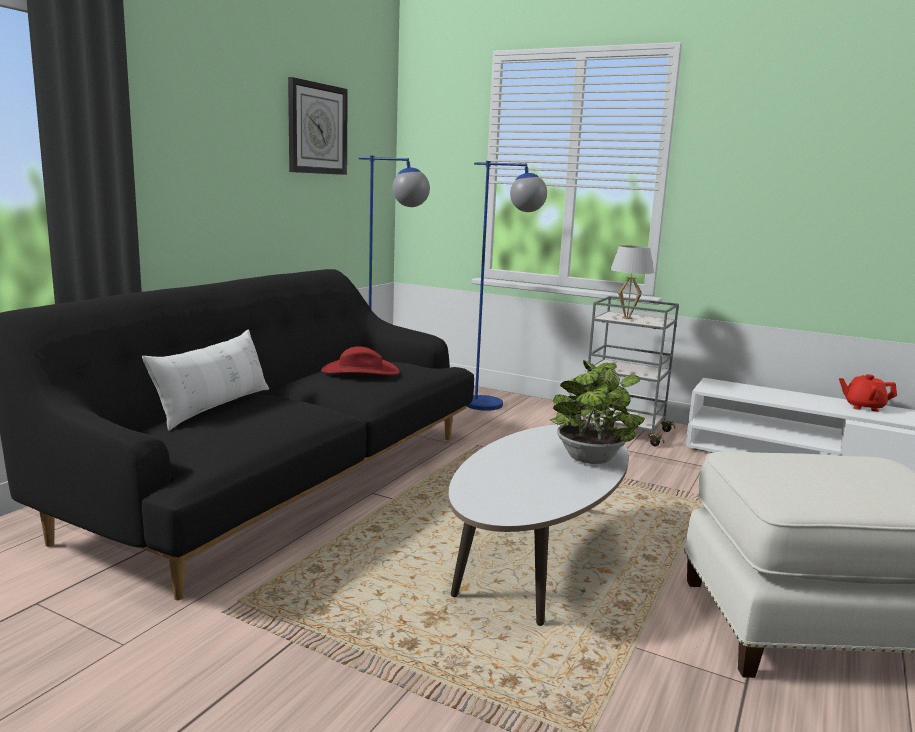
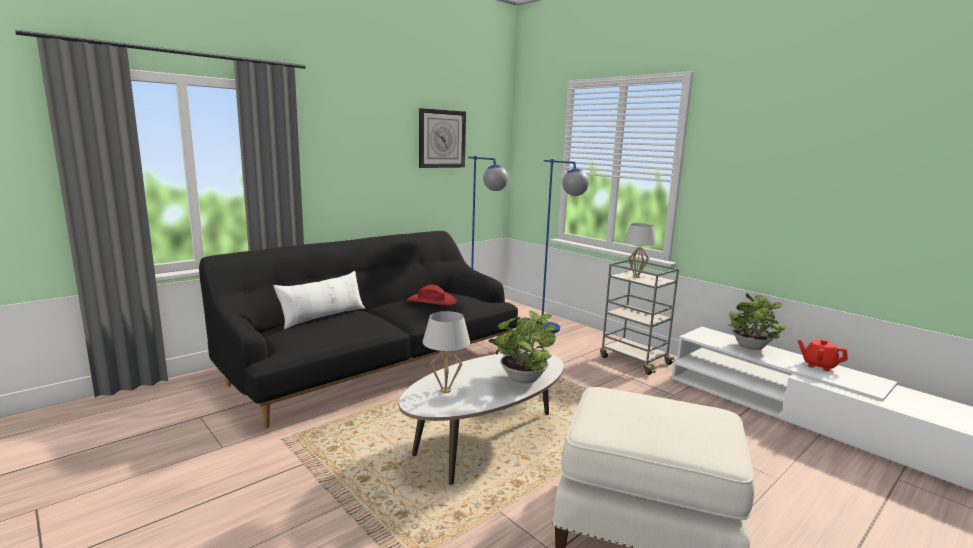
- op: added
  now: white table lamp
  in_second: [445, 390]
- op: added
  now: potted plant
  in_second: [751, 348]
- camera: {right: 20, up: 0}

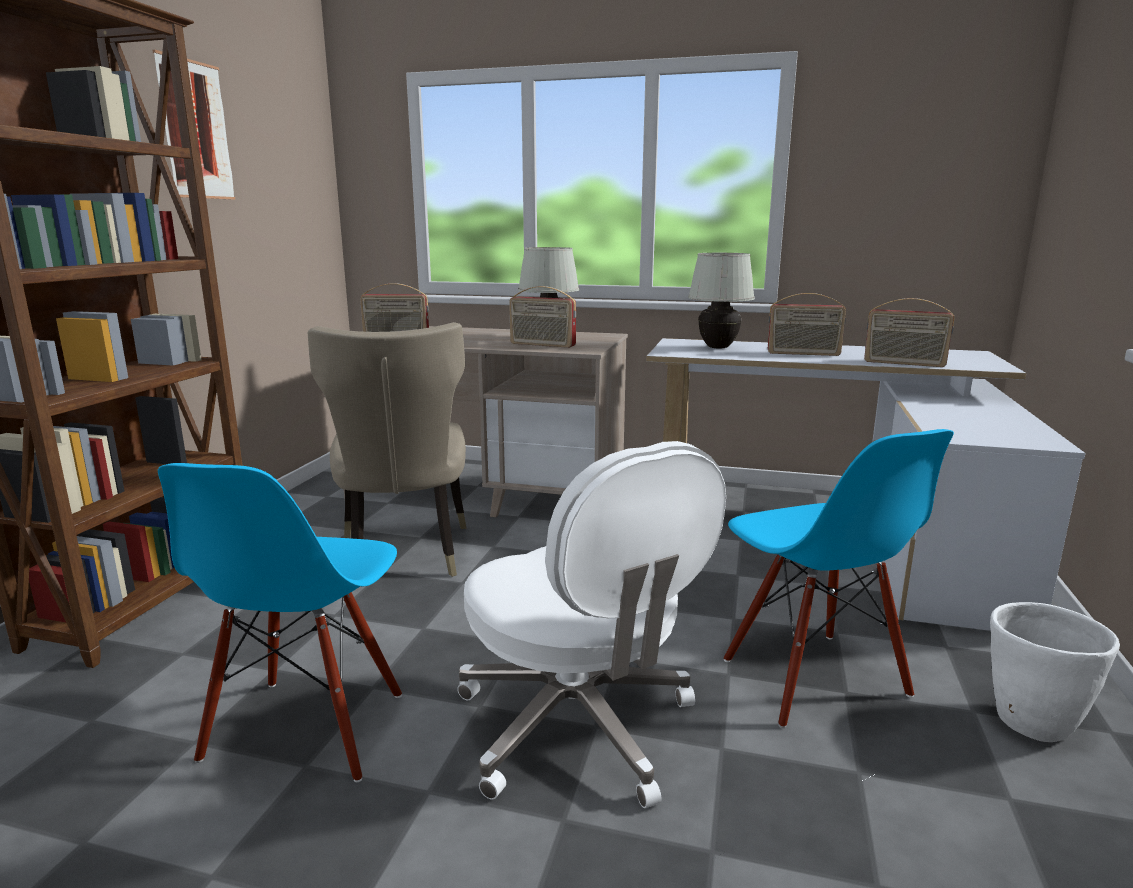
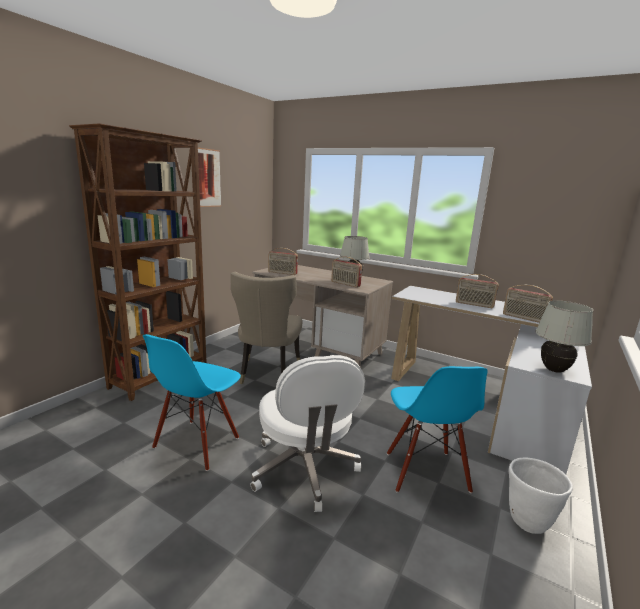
- op: moved
  was: white table lamp
  in_first: [718, 347]
  in_second: [554, 370]
- camera: {right: 15, up: 0}

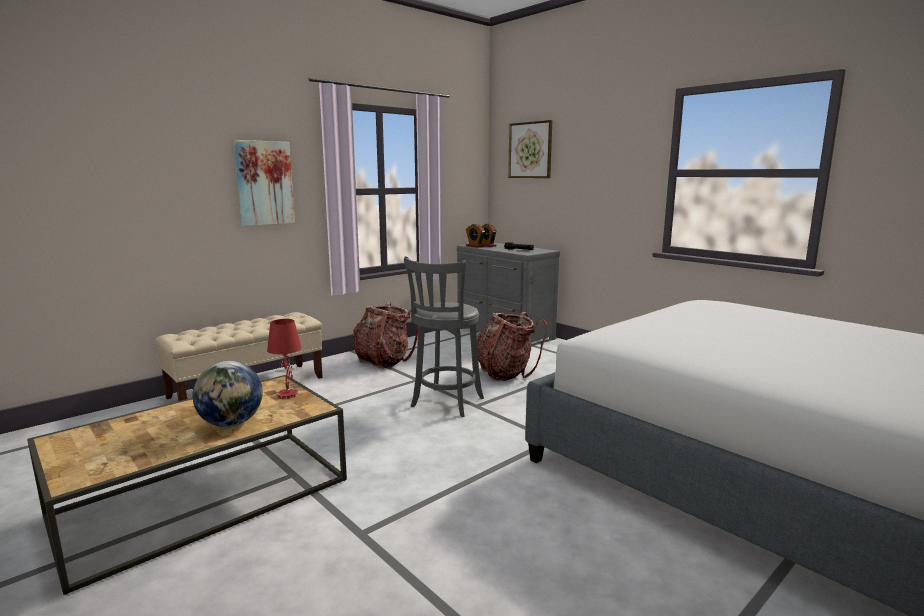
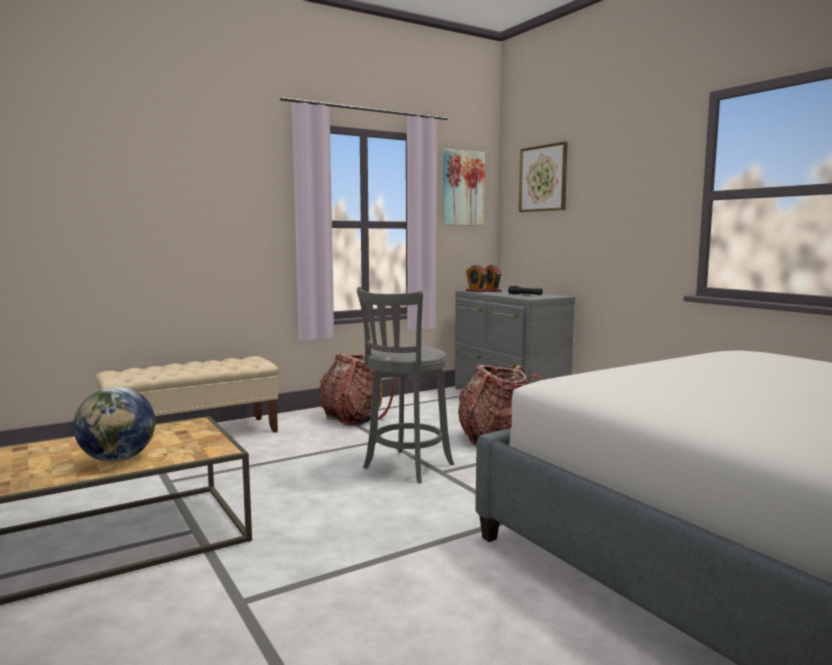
- op: moved
  was: picture
  in_first: [264, 183]
  in_second: [462, 188]
- op: removed
  was: red table lamp
  in_first: [288, 394]
- camera: {right: 10, up: -5}

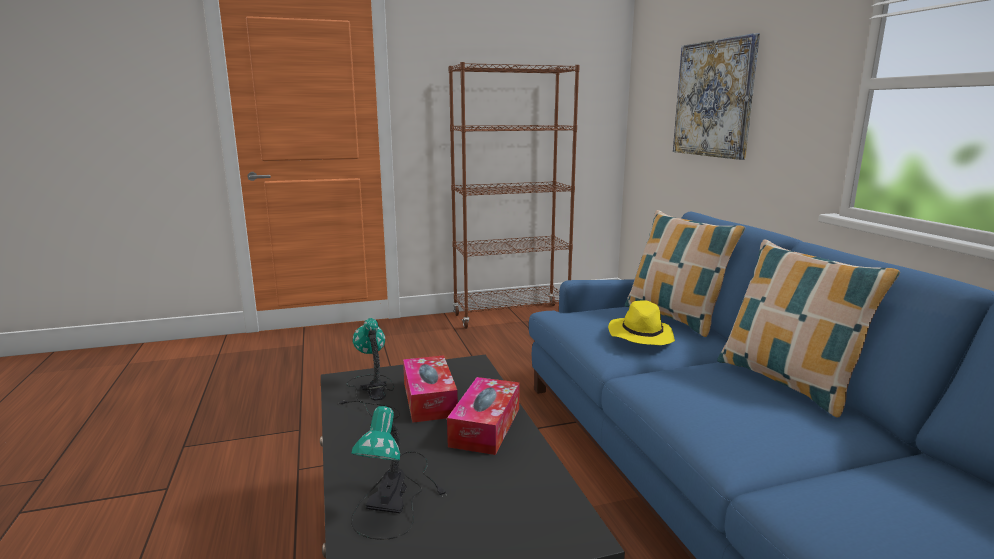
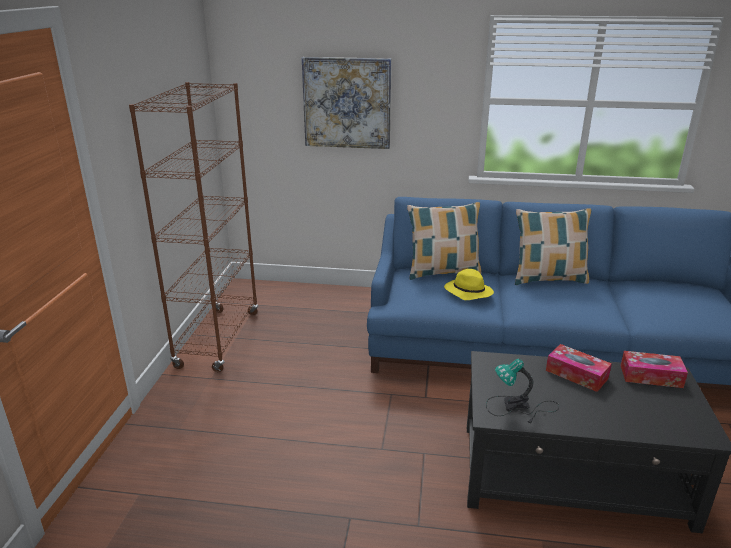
- op: moved
  was: tissue box
  in_first: [429, 399]
  in_second: [651, 376]
- op: removed
  was: table lamp
  in_first: [399, 495]
- camera: {right: -65, up: 10}

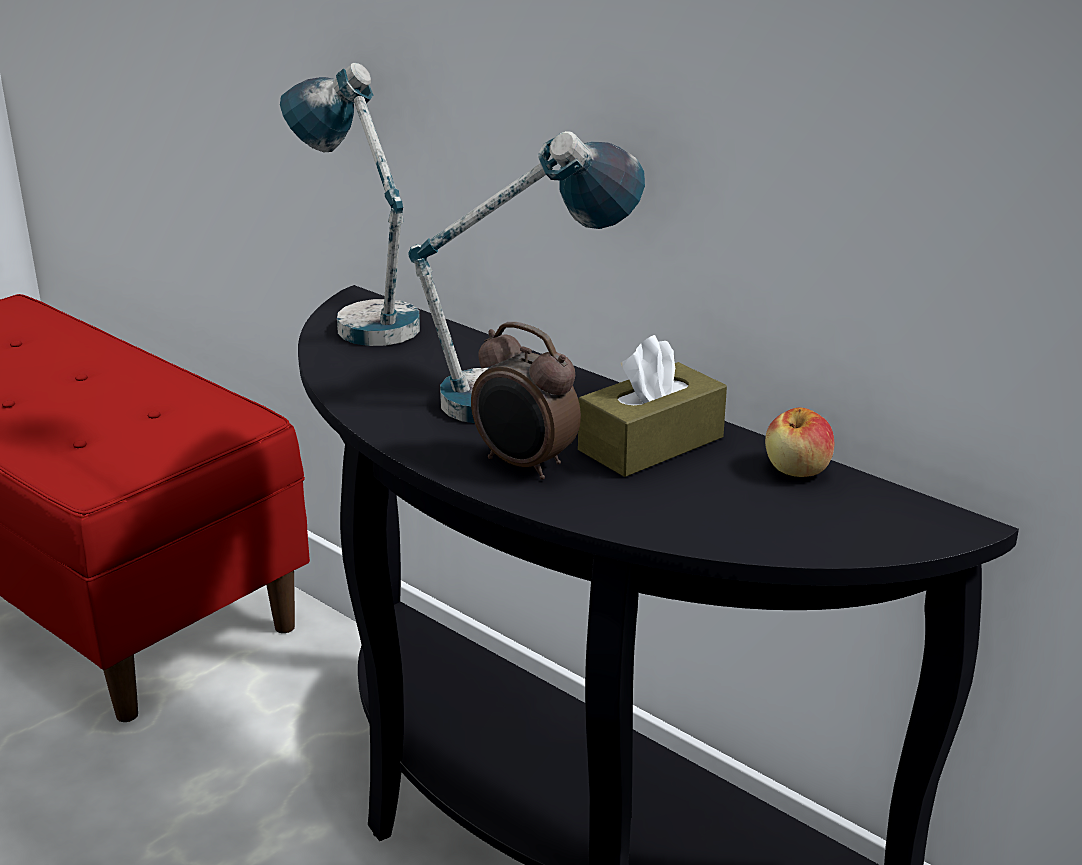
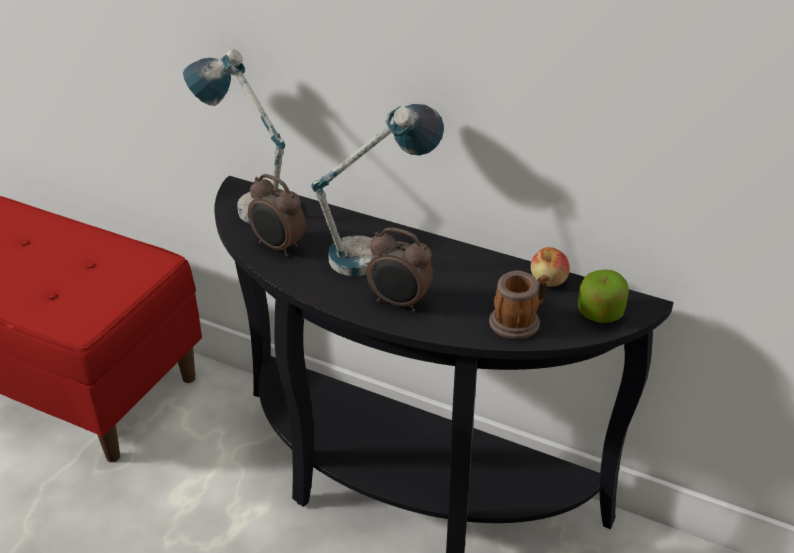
- op: added
  now: alarm clock
  in_second: [278, 247]
- op: added
  now: mug
  in_second: [519, 321]
- op: added
  now: apple
  in_second: [600, 313]
- op: removed
  was: brown tissue box
  in_first: [651, 444]
- camera: {right: -15, up: 10}

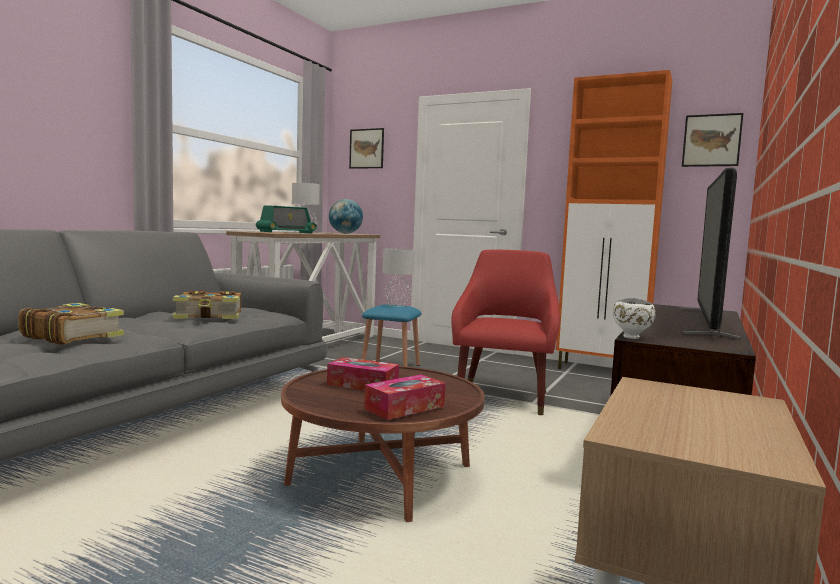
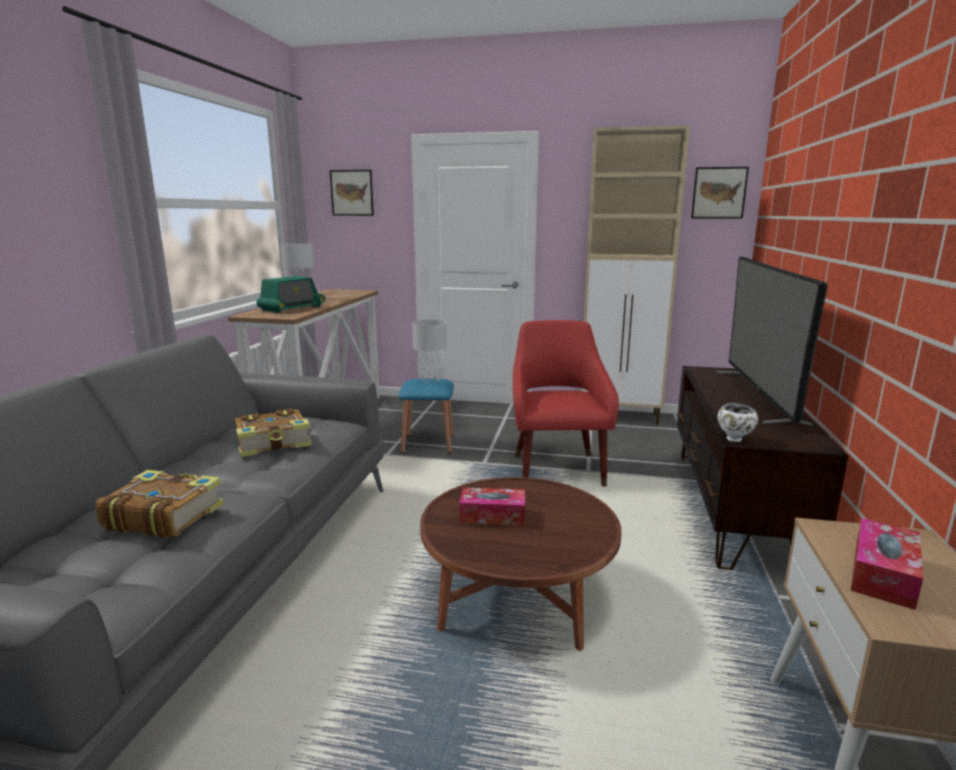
- op: recoloured
  was: orange cabinet
  now: beige cabinet
  in_first: [602, 371]
  in_second: [620, 417]
- op: moved
  was: tissue box
  in_first: [405, 407]
  in_second: [883, 574]
- op: removed
  was: globe
  in_first: [345, 233]
- camera: {right: -15, up: 10}

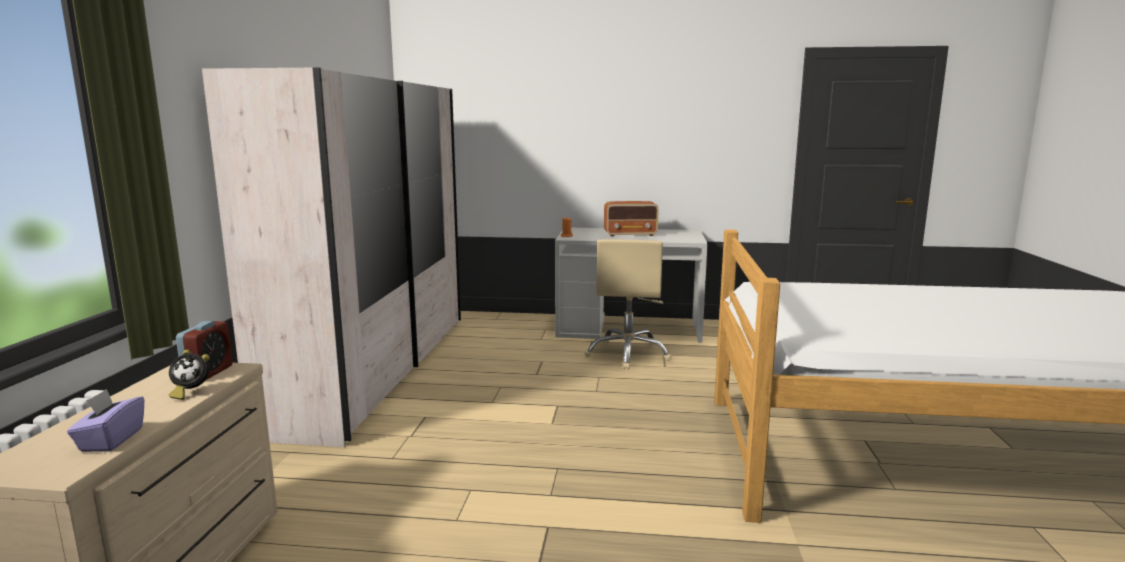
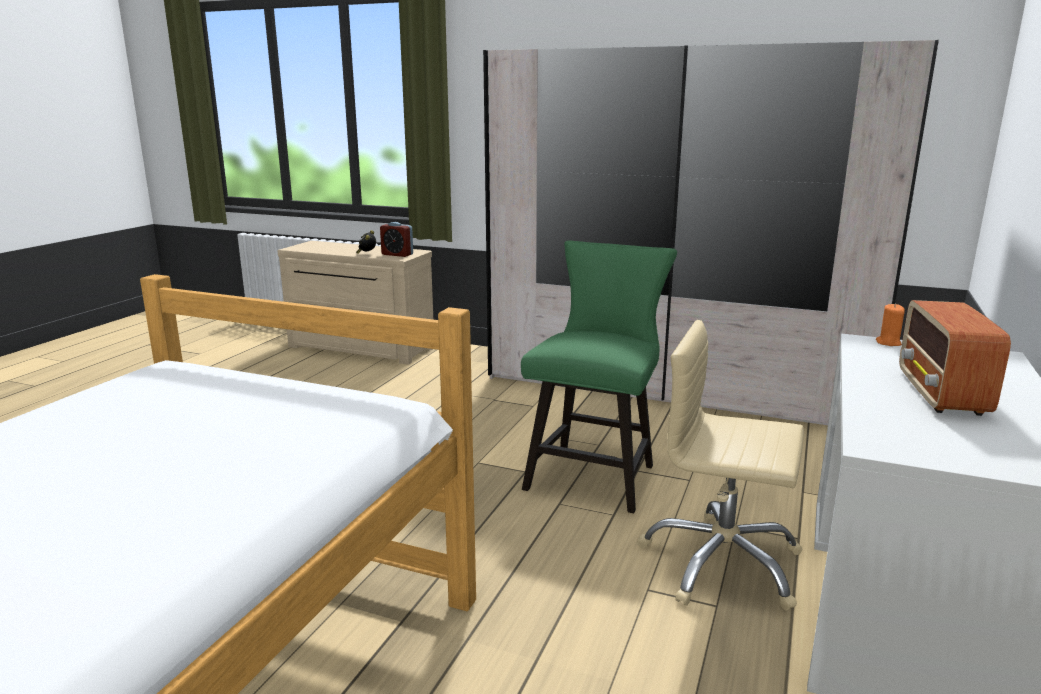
- op: added
  now: green chair
  in_second: [595, 473]
- op: removed
  was: purple tissue box
  in_first: [111, 440]
- camera: {right: 105, up: 5}

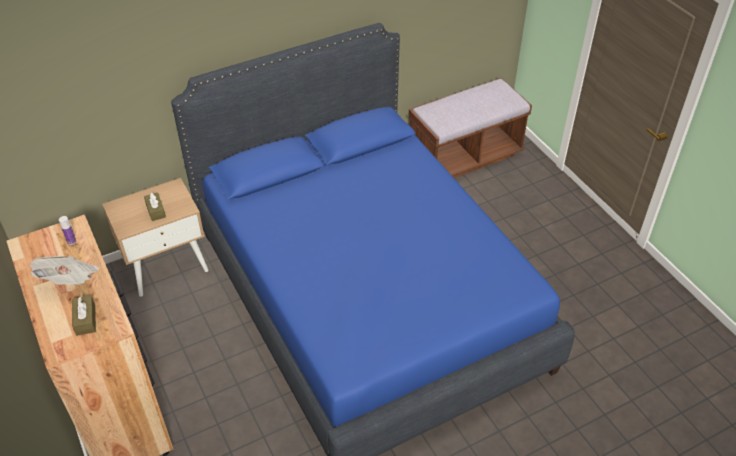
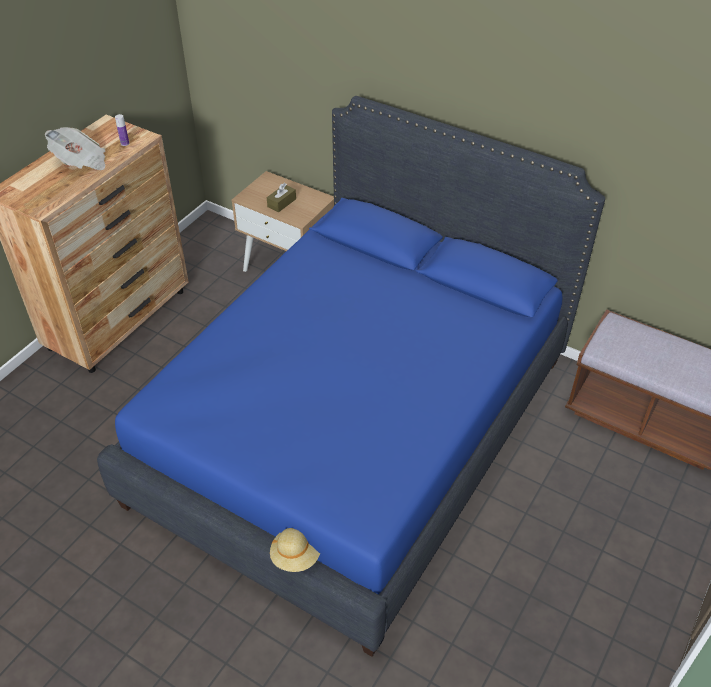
- op: added
  now: beige hat
  in_second: [296, 555]
- op: removed
  was: brown tissue box
  in_first: [85, 320]
- camera: {right: 60, up: 0}

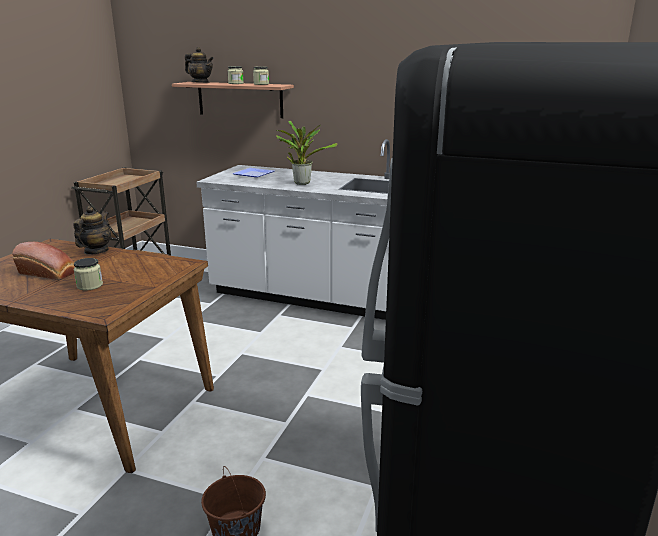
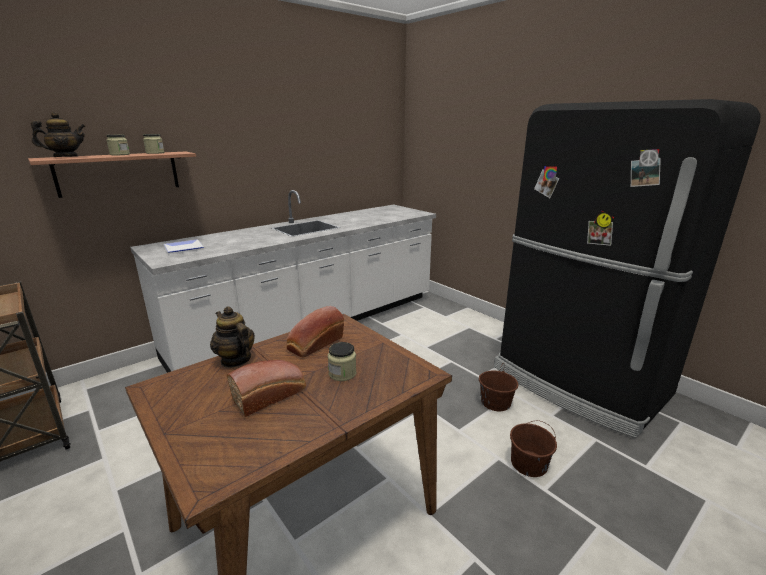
- op: added
  now: bread
  in_second: [314, 344]
- op: added
  now: brown bucket
  in_second: [495, 402]
- op: removed
  was: potted plant
  in_first: [301, 182]
- camera: {right: -60, up: 0}

